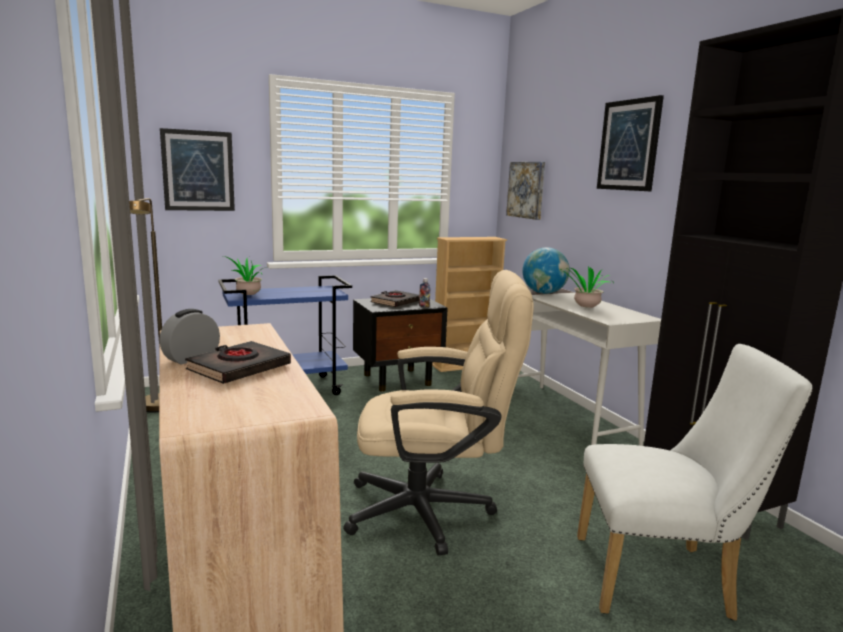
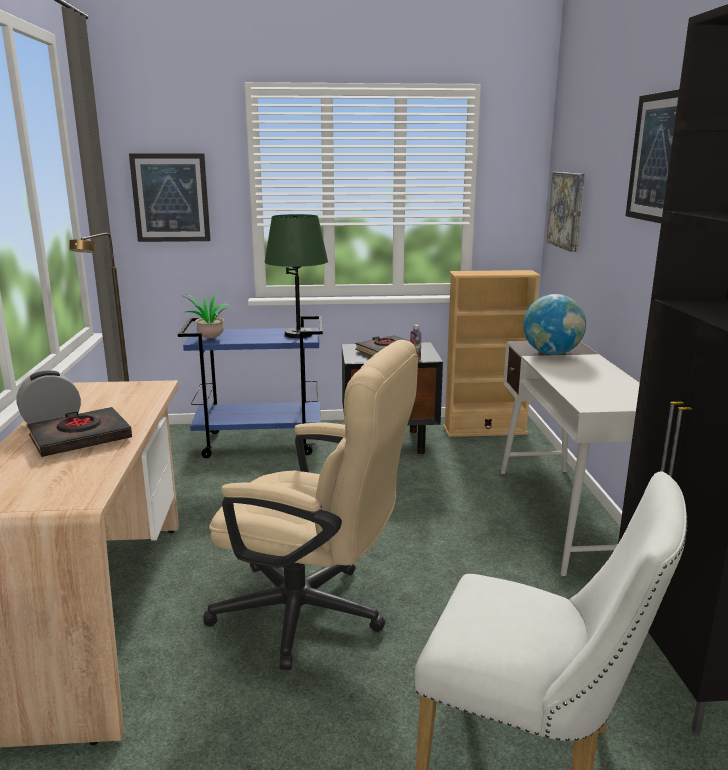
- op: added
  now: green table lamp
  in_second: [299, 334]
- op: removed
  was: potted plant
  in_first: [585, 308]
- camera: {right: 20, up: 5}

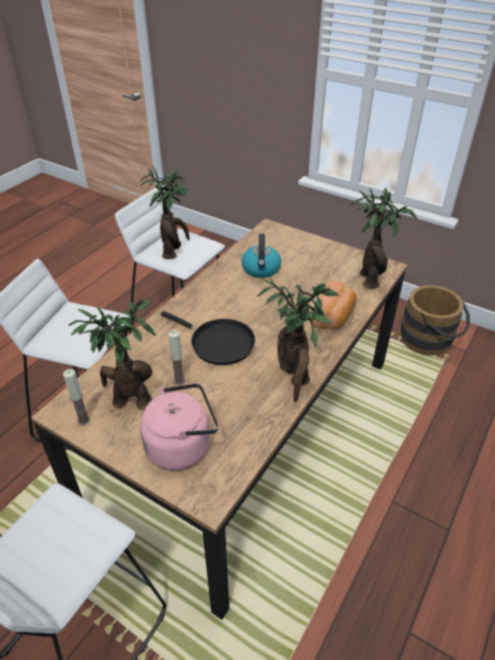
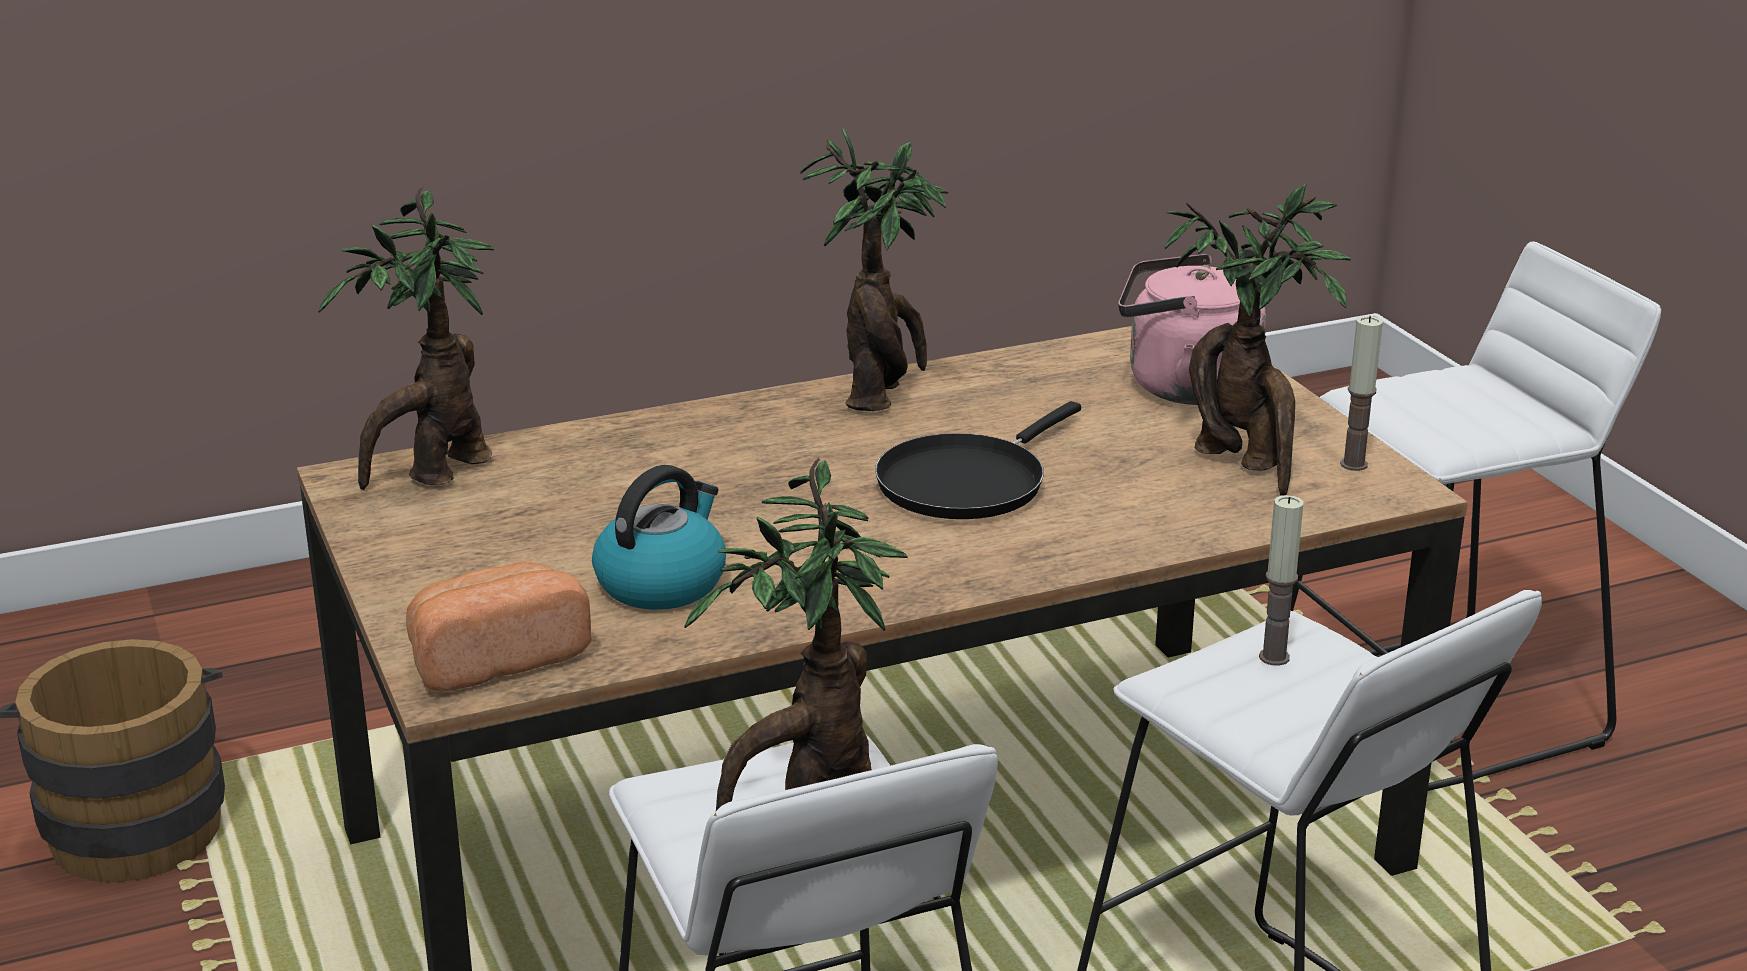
- op: moved
  was: bread
  in_first: [334, 317]
  in_second: [495, 657]
- op: turned
  was: black frying pan
  in_first: [218, 343]
  in_second: [967, 482]
  clockwise: -120
- op: moved
  was: candle
  in_first: [179, 381]
  in_second: [1274, 657]
- camera: {right: -145, up: -15}

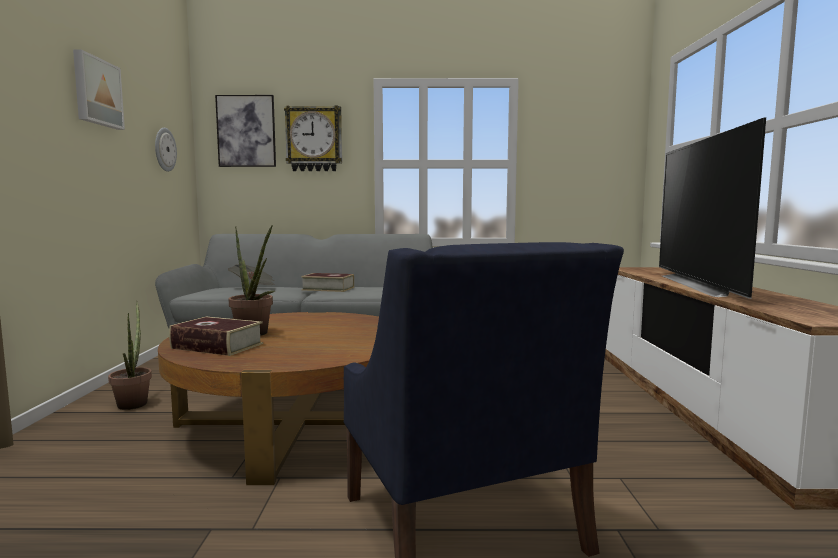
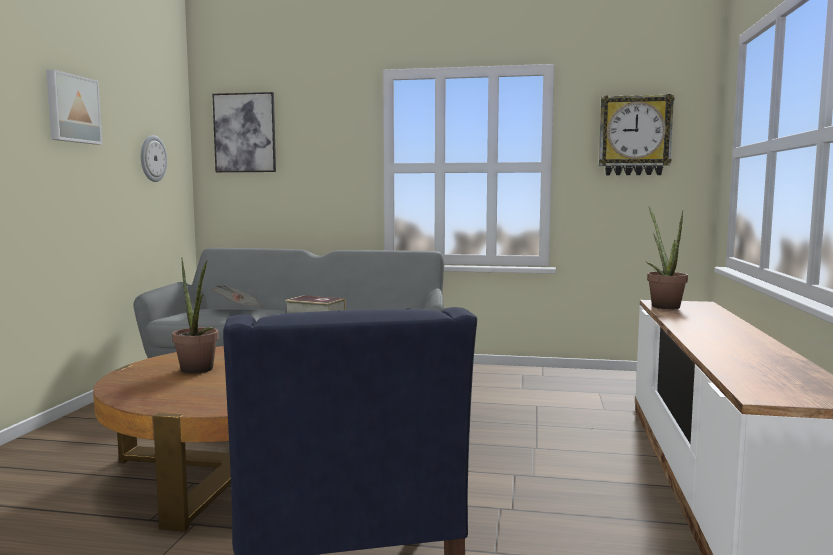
- op: moved
  was: wall clock
  in_first: [314, 139]
  in_second: [634, 136]
- op: moved
  was: potted plant
  in_first: [134, 402]
  in_second: [662, 305]
- op: removed
  was: book
  in_first: [217, 346]
- op: removed
  was: television
  in_first: [705, 285]
- camera: {right: 10, up: 0}

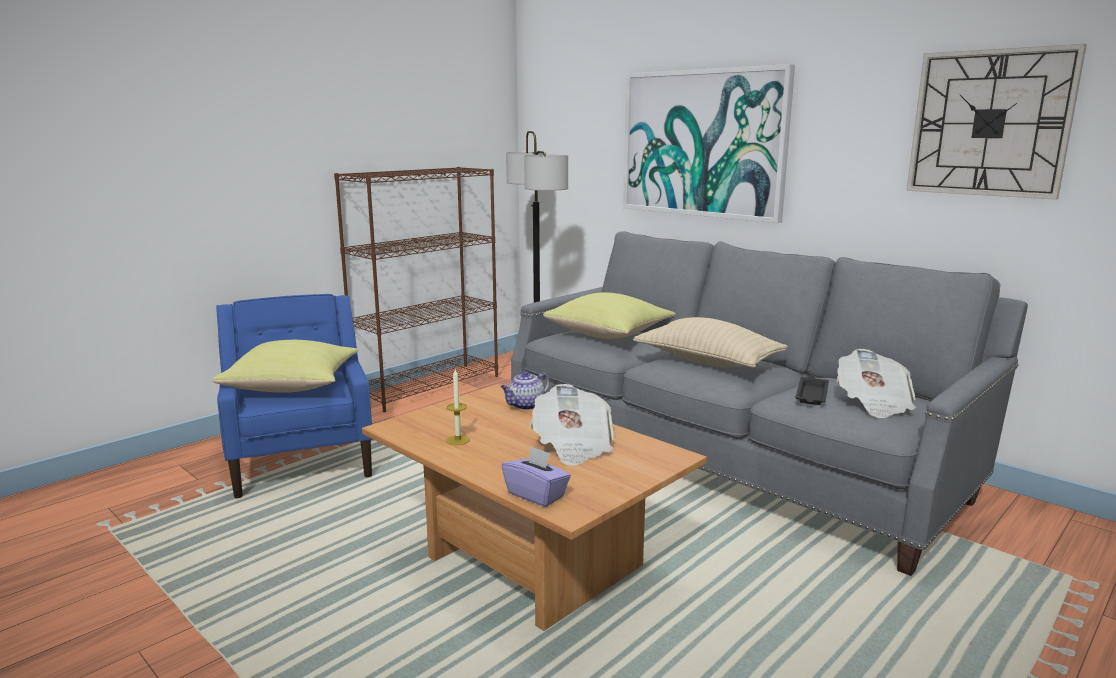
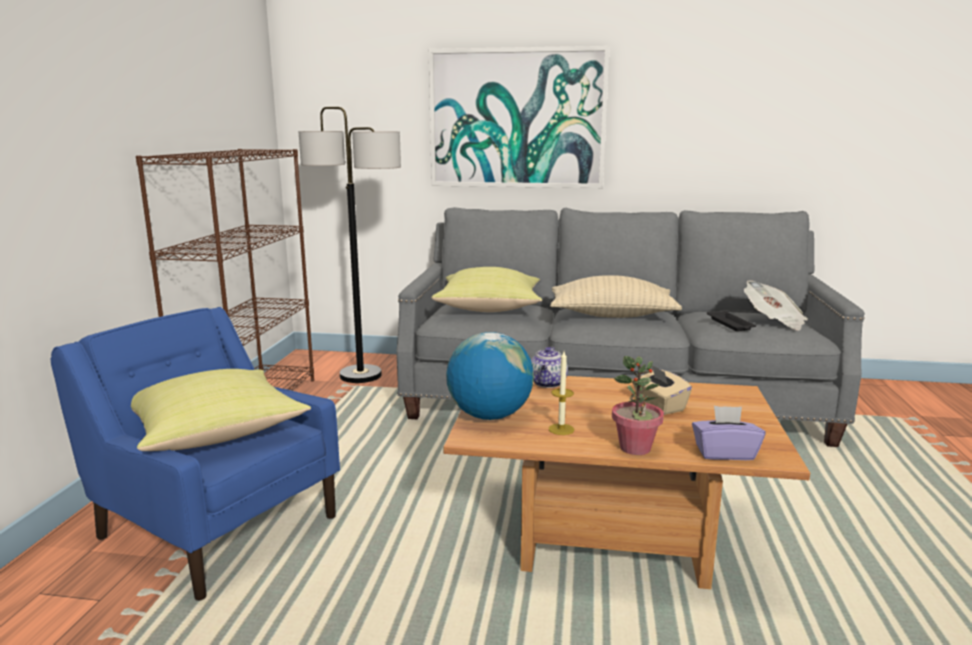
- op: added
  now: globe
  in_second: [489, 415]
- op: added
  now: potted plant
  in_second: [635, 448]
- op: replaced
  was: newspaper
  now: beige tissue box
  in_first: [572, 446]
  in_second: [659, 406]
- op: removed
  was: wall clock
  in_first: [989, 123]
- camera: {right: -35, up: 0}

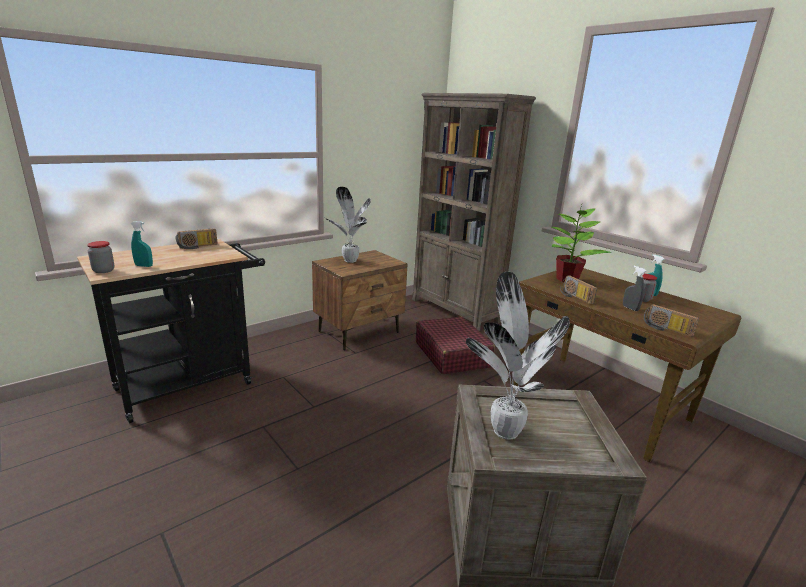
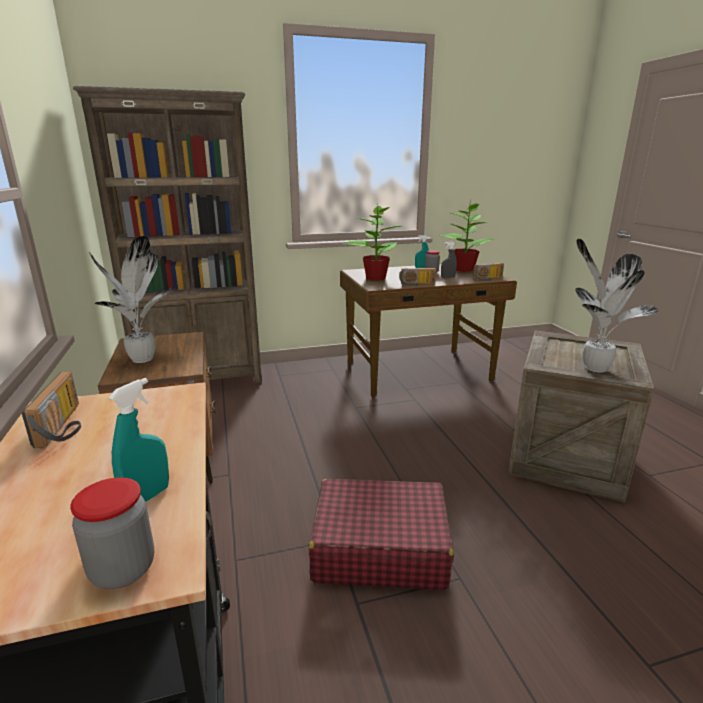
- op: moved
  was: red suitcase
  in_first: [451, 354]
  in_second: [379, 547]
- op: added
  now: potted plant
  in_second: [464, 269]
- camera: {right: -65, up: 0}

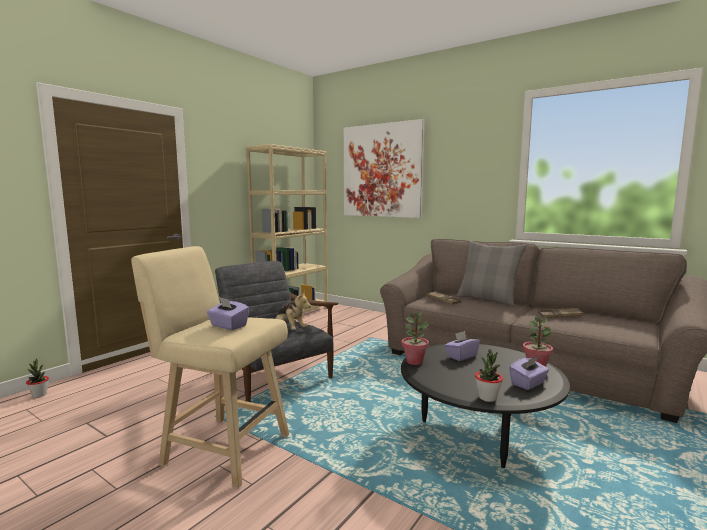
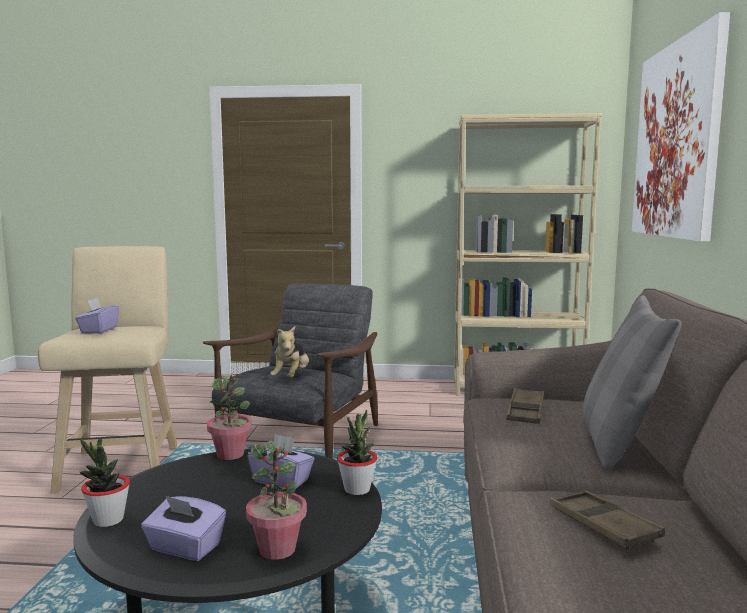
- op: moved
  was: potted plant
  in_first: [39, 395]
  in_second: [357, 489]
- camera: {right: 60, up: 0}

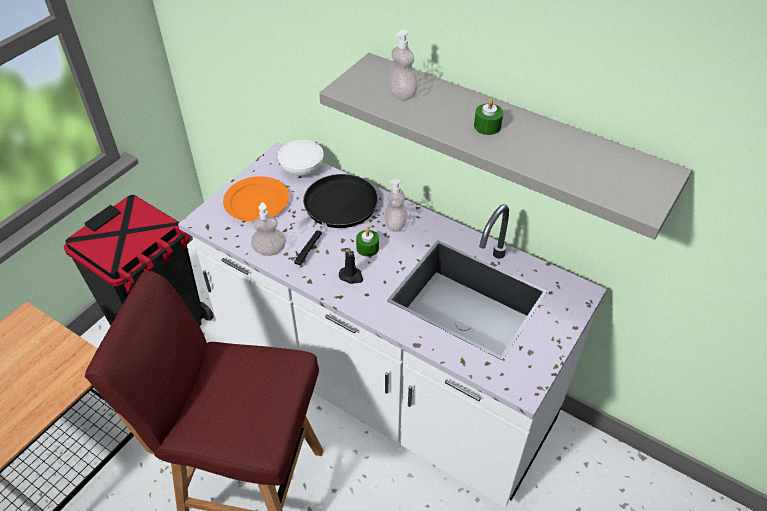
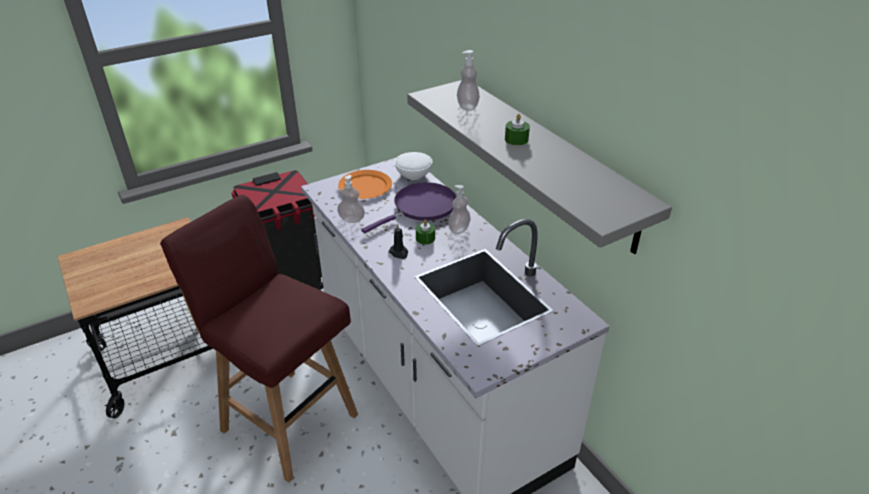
- op: recoloured
  was: black frying pan
  now: purple frying pan
  in_first: [338, 209]
  in_second: [421, 207]
- camera: {right: 25, up: -10}

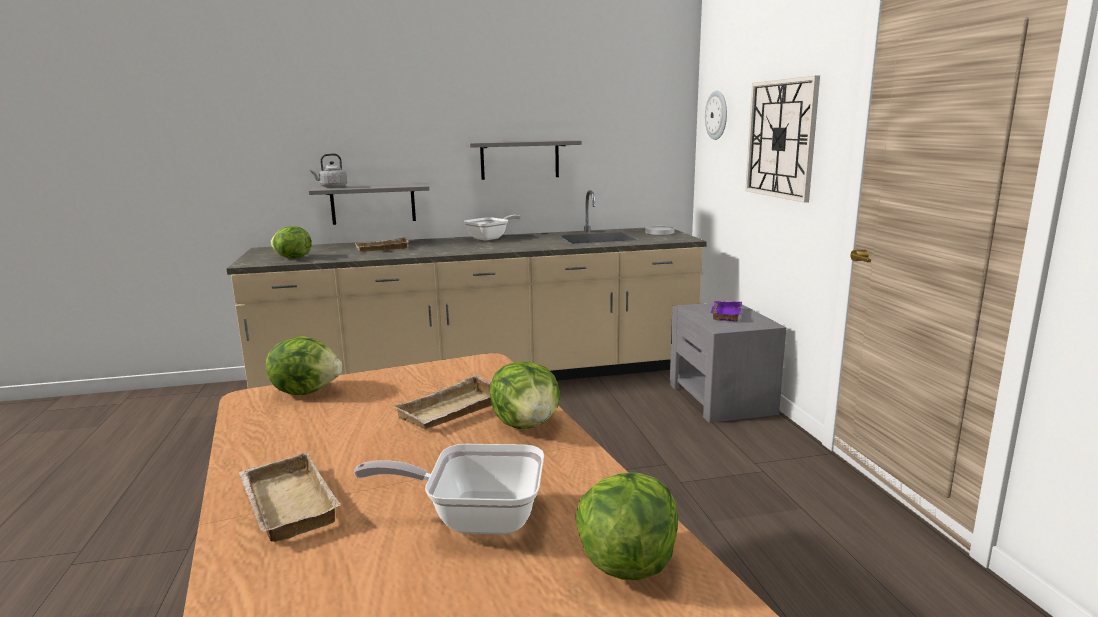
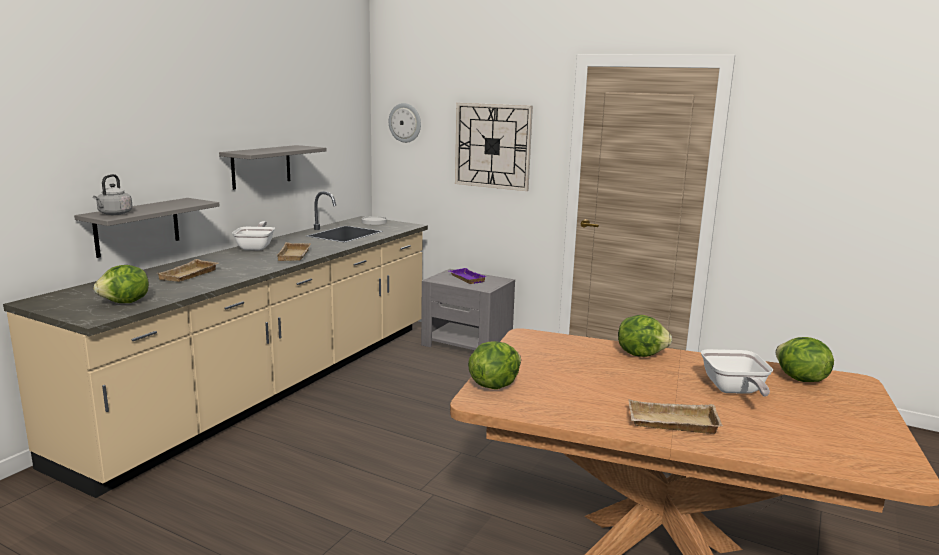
- op: moved
  was: beige tray
  in_first: [453, 411]
  in_second: [295, 256]
- op: turned
  was: frying pan
  in_first: [475, 517]
  in_second: [734, 391]
  clockwise: -45
- camera: {right: -50, up: 0}

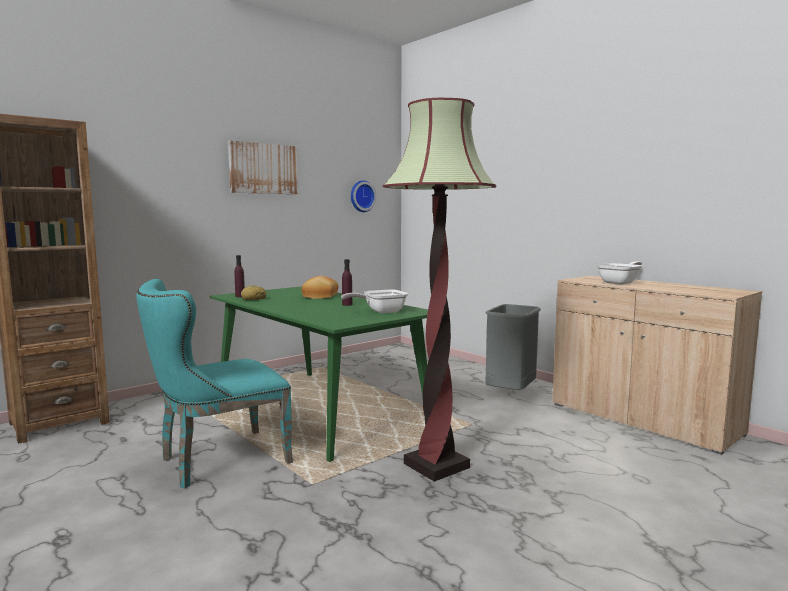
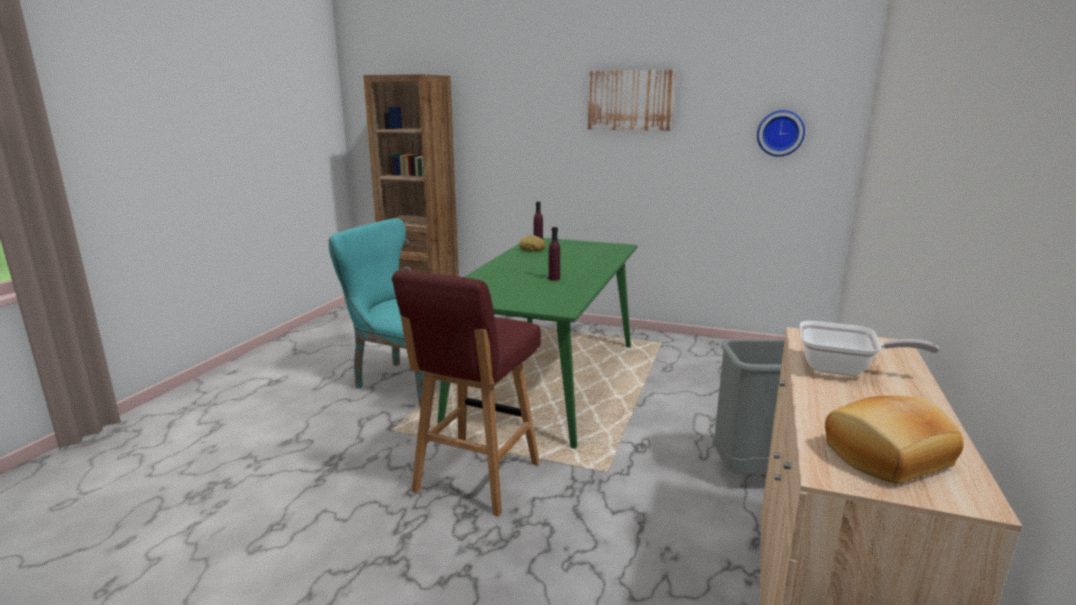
- op: replaced
  was: floor lamp
  now: red stool
  in_first: [436, 465]
  in_second: [475, 478]
- op: moved
  was: bread
  in_first: [321, 296]
  in_second: [889, 457]
- op: removed
  was: frying pan
  in_first: [380, 312]
- camera: {right: 60, up: 10}

